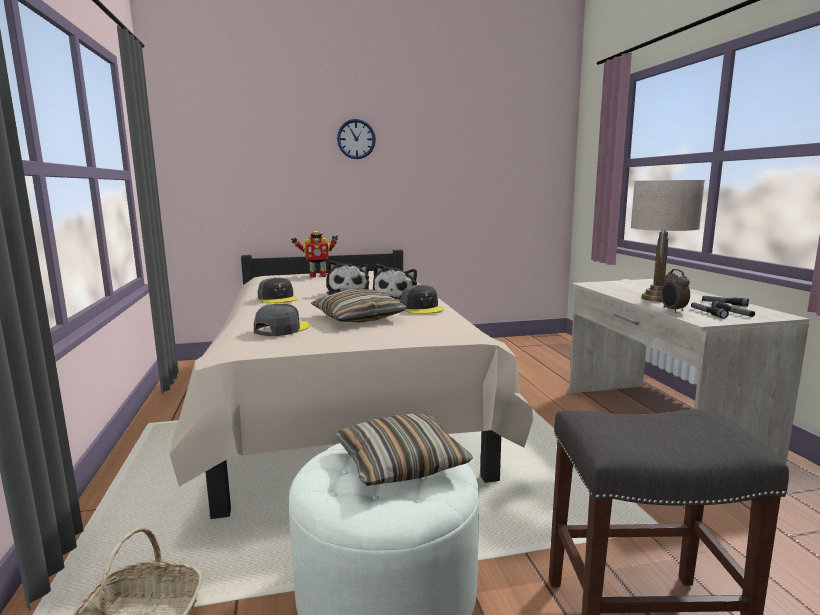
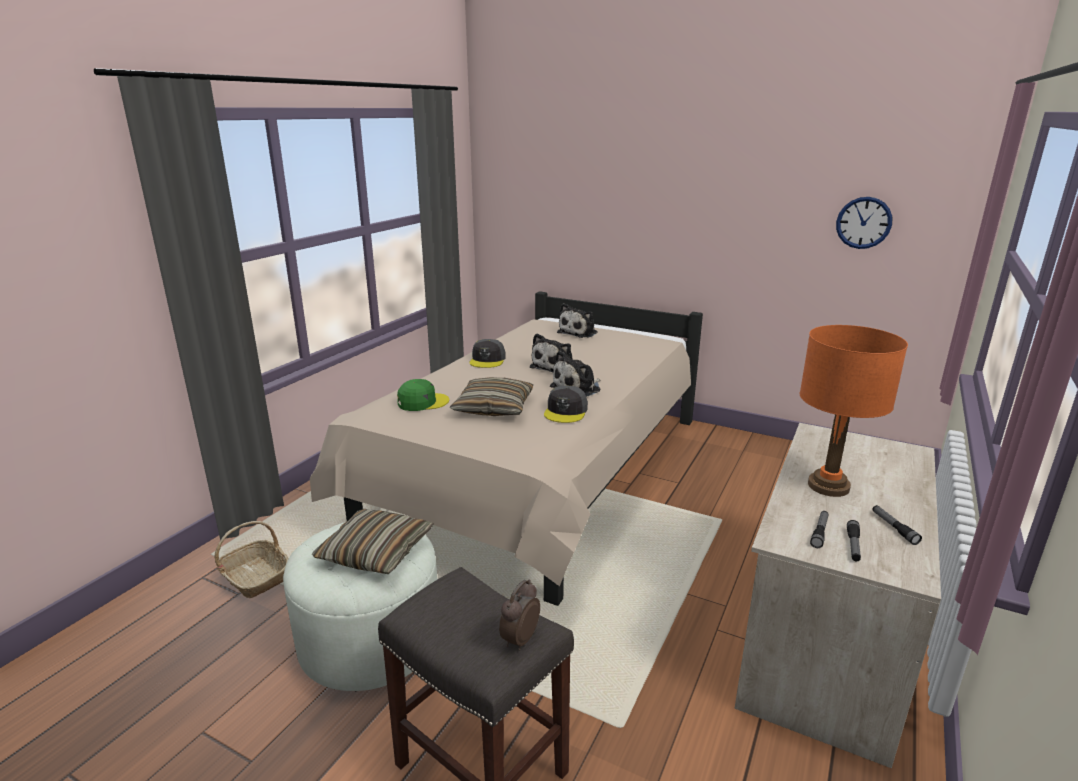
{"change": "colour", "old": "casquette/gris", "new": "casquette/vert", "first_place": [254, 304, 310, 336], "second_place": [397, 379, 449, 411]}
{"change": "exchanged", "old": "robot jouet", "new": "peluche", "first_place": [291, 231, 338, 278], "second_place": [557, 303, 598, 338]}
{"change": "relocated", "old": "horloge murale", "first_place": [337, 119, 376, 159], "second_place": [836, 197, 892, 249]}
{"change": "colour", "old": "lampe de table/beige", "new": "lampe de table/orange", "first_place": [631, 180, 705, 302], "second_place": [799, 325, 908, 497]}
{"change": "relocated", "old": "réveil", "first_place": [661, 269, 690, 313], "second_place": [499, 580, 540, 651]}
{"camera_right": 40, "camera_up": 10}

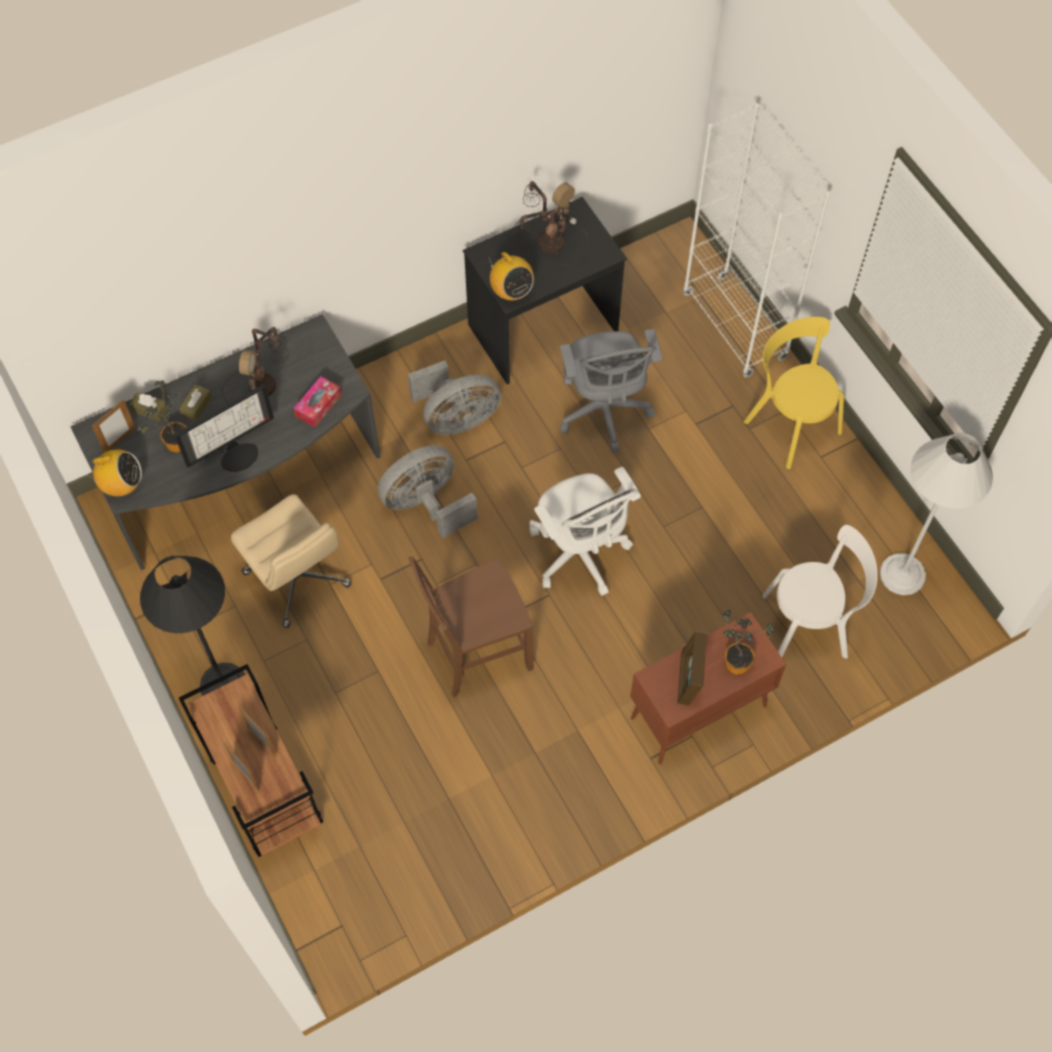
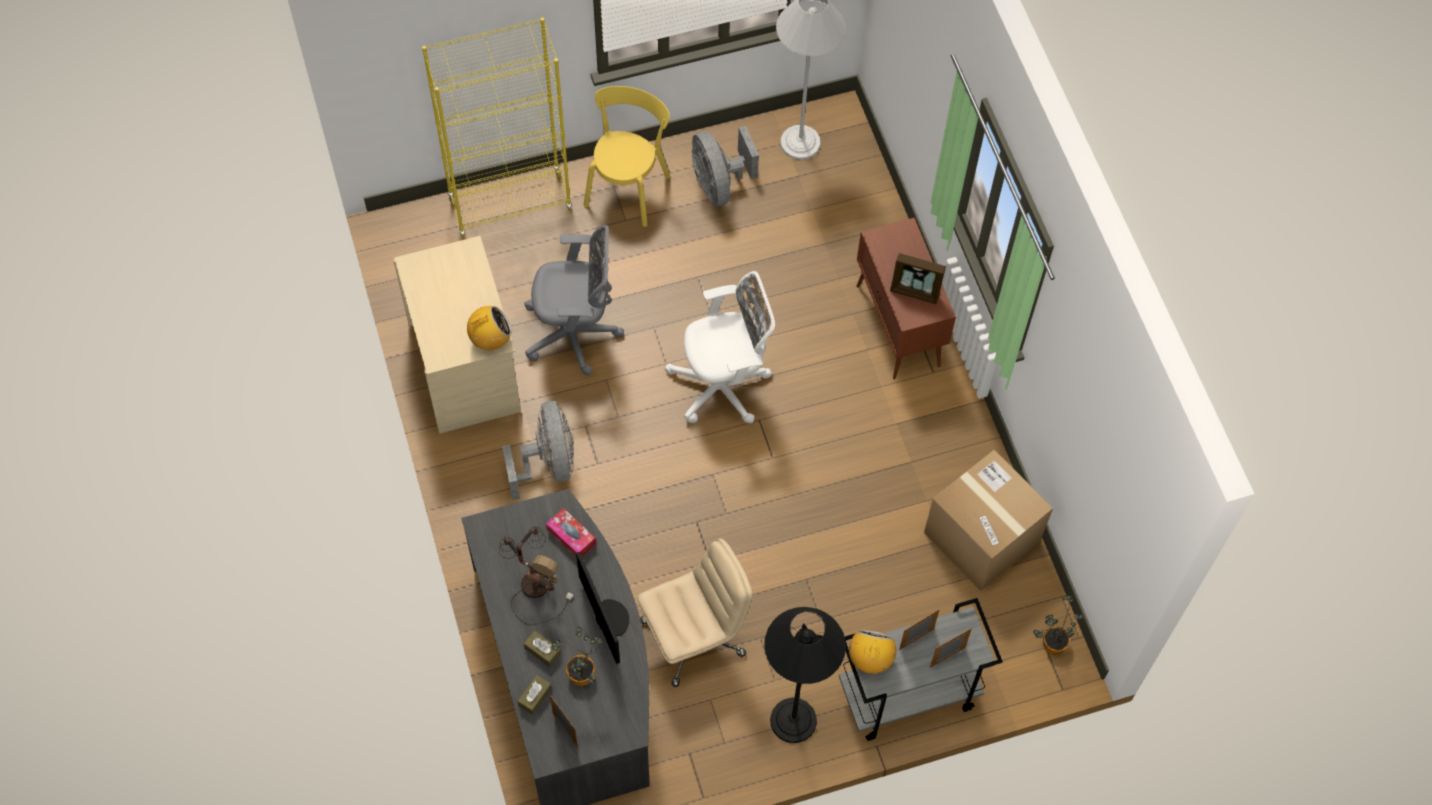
{"change": "relocated", "old": "radio", "first_place": [86, 449, 142, 496], "second_place": [849, 630, 896, 674]}
{"change": "colour", "old": "chariot/marron", "new": "chariot/gris", "first_place": [179, 664, 323, 857], "second_place": [839, 598, 1003, 741]}
{"change": "relocated", "old": "ventilateur/gris", "first_place": [378, 445, 478, 538], "second_place": [692, 126, 759, 206]}
{"change": "missing", "old": "chaise/marron", "first_place": [408, 557, 534, 697]}
{"change": "colour", "old": "bureau/noir", "new": "bureau/beige", "first_place": [463, 197, 627, 385], "second_place": [393, 236, 521, 434]}
{"change": "missing", "old": "lampe de table", "first_place": [514, 181, 589, 266]}
{"change": "colour", "old": "bibliothèque/blanc", "new": "bibliothèque/jaune", "first_place": [683, 103, 830, 378], "second_place": [422, 17, 572, 237]}
{"change": "relocated", "old": "plante en pot", "first_place": [723, 610, 775, 675], "second_place": [1033, 595, 1084, 655]}
{"change": "spun", "old": "chaise/jaune", "first_place": [744, 317, 844, 469], "second_place": [584, 86, 670, 227], "degrees": 135}
{"change": "missing", "old": "chaise/blanc", "first_place": [763, 525, 878, 659]}
{"change": "appeared", "new": "carton", "second_place": [924, 450, 1053, 591]}
{"camera_right": -80, "camera_up": 0}

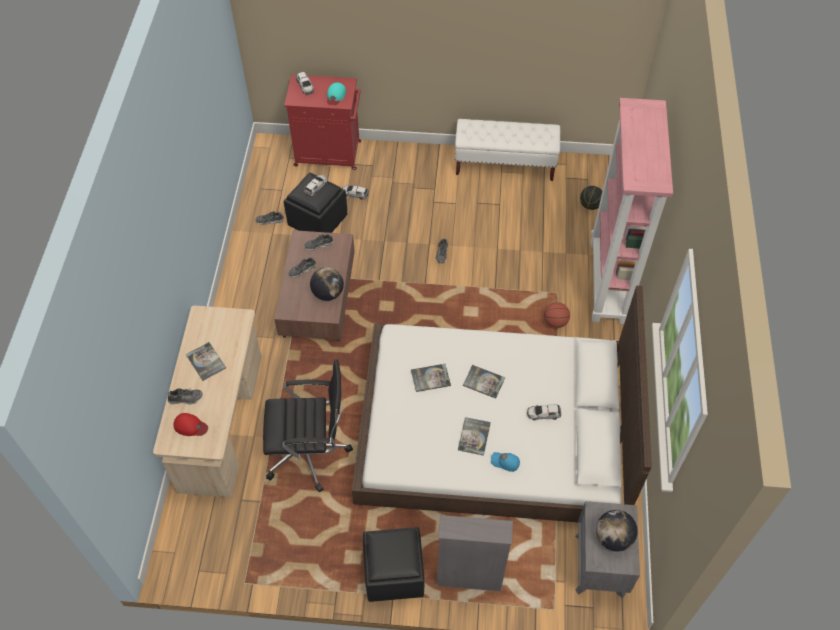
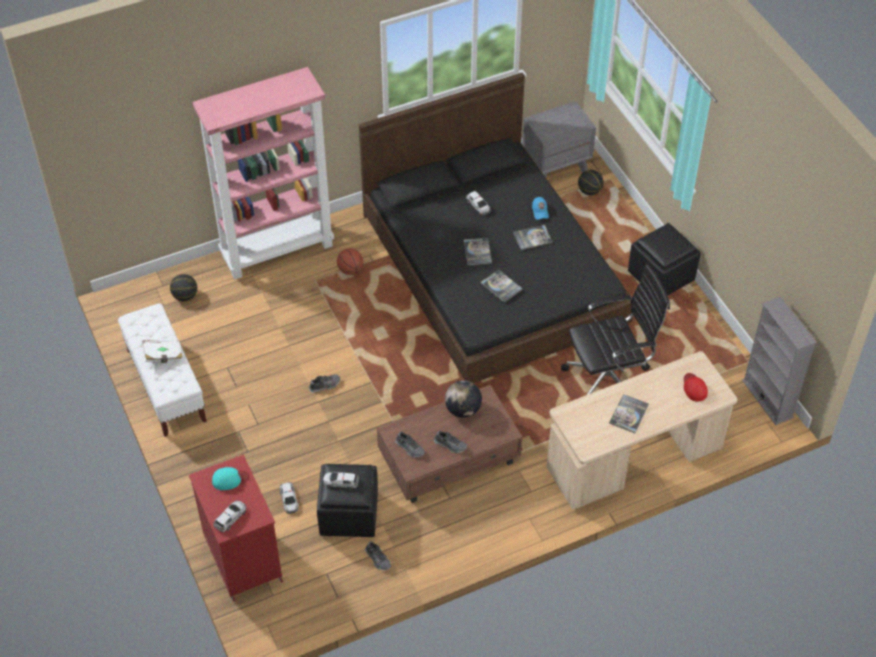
{"change": "missing", "old": "chaussure", "first_place": [168, 388, 203, 405]}
{"change": "spun", "old": "chaise de bureau/noir", "first_place": [263, 359, 353, 493], "second_place": [561, 264, 670, 395], "degrees": 105}
{"change": "colour", "old": "lit/blanc", "new": "lit/noir", "first_place": [352, 286, 652, 522], "second_place": [359, 72, 633, 383]}
{"change": "relocated", "old": "bibliothèque/gris", "first_place": [436, 515, 513, 592], "second_place": [742, 297, 817, 425]}
{"change": "missing", "old": "globe", "first_place": [596, 510, 638, 551]}
{"change": "appeared", "new": "livre/blanc", "second_place": [142, 340, 183, 363]}
{"change": "appeared", "new": "ballon de basket", "second_place": [578, 170, 604, 195]}
{"camera_right": -120, "camera_up": -5}

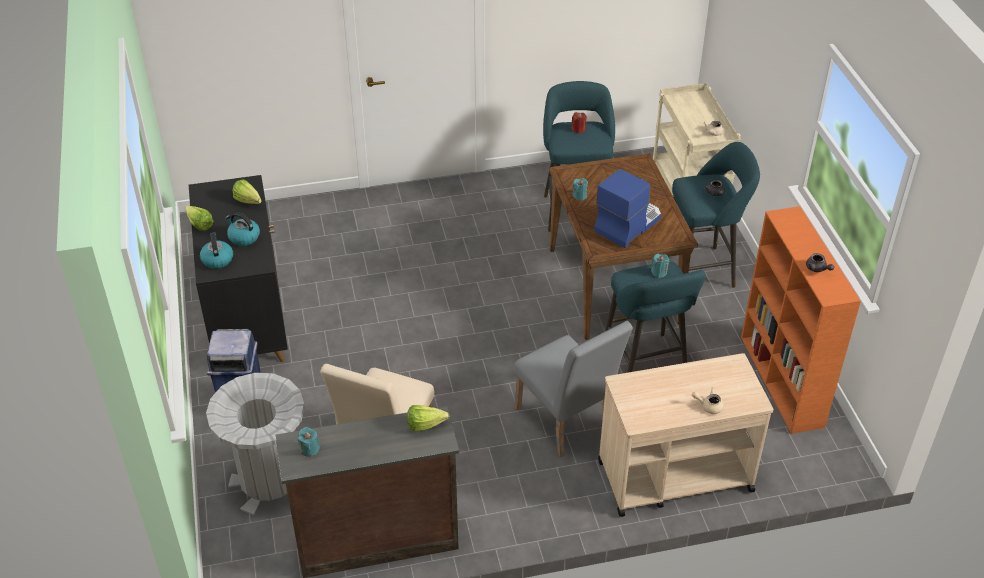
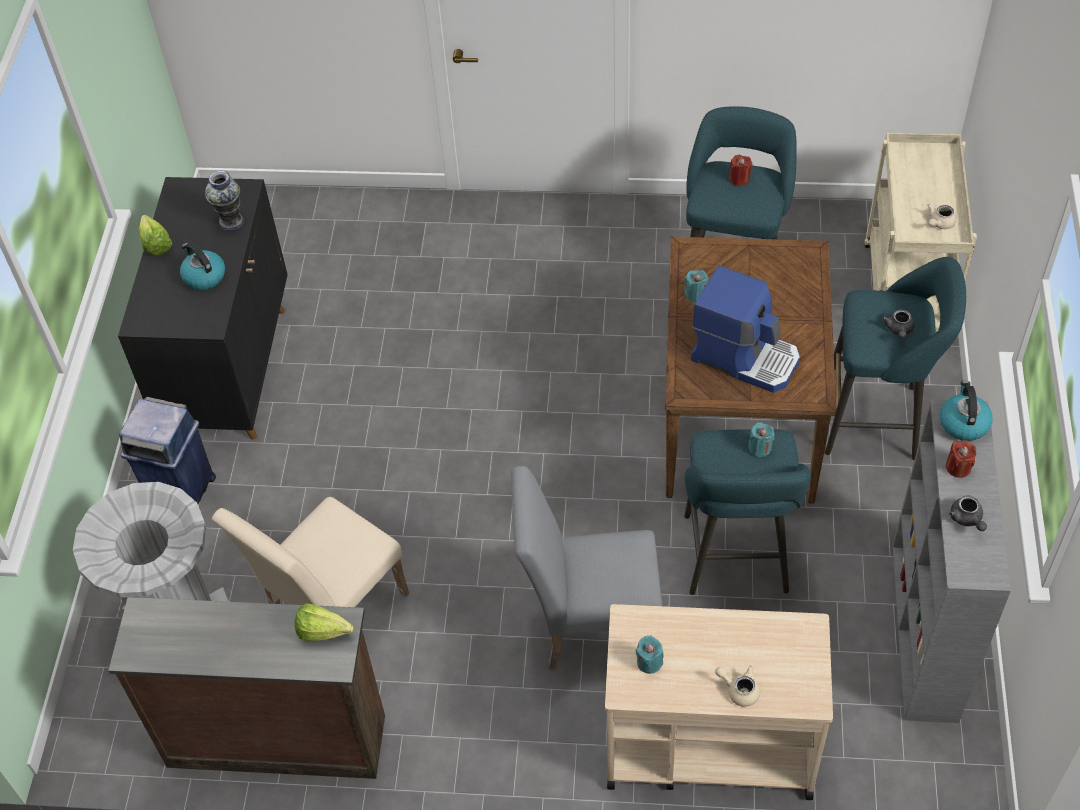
{"change": "relocated", "old": "bouilloire", "first_place": [200, 232, 233, 269], "second_place": [940, 380, 993, 441]}
{"change": "exchanged", "old": "laitue", "new": "vase", "first_place": [233, 179, 262, 204], "second_place": [205, 171, 244, 231]}
{"change": "relocated", "old": "bougie/turquoise", "first_place": [298, 427, 320, 457], "second_place": [636, 635, 663, 674]}
{"change": "spun", "old": "chaise/gris", "first_place": [514, 321, 633, 457], "second_place": [511, 466, 662, 669], "degrees": 105}
{"change": "spun", "old": "machine à café", "first_place": [594, 169, 661, 248], "second_place": [691, 265, 800, 393], "degrees": 60}
{"change": "colour", "old": "bibliothèque/orange", "new": "bibliothèque/gris", "first_place": [741, 206, 861, 434], "second_place": [892, 399, 1011, 723]}
{"change": "appeared", "new": "bougie/rouge", "second_place": [946, 440, 976, 478]}
{"camera_right": 20, "camera_up": 10}

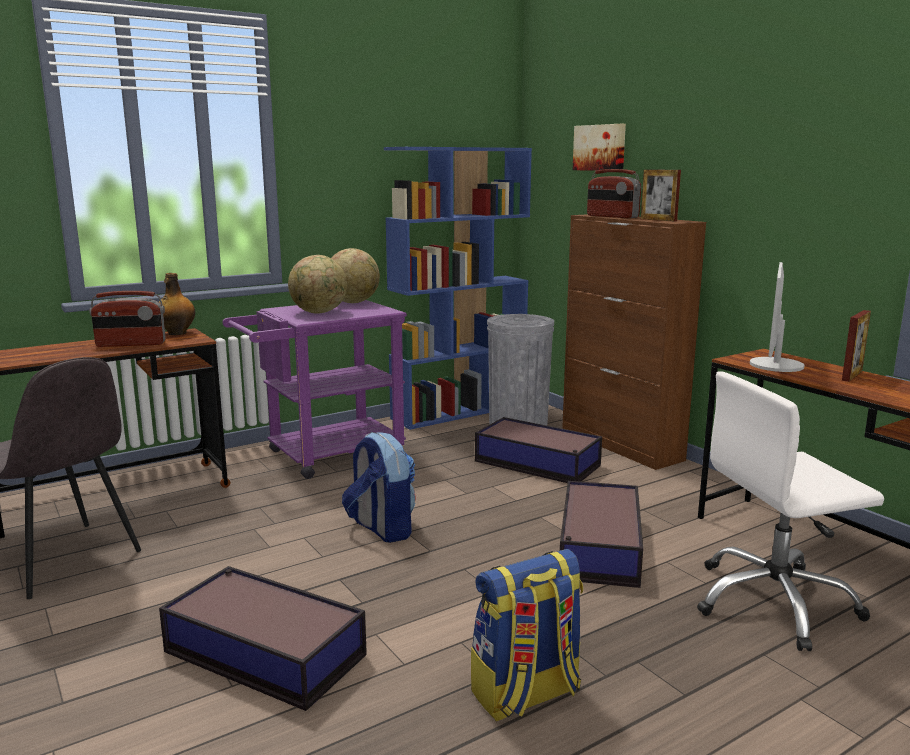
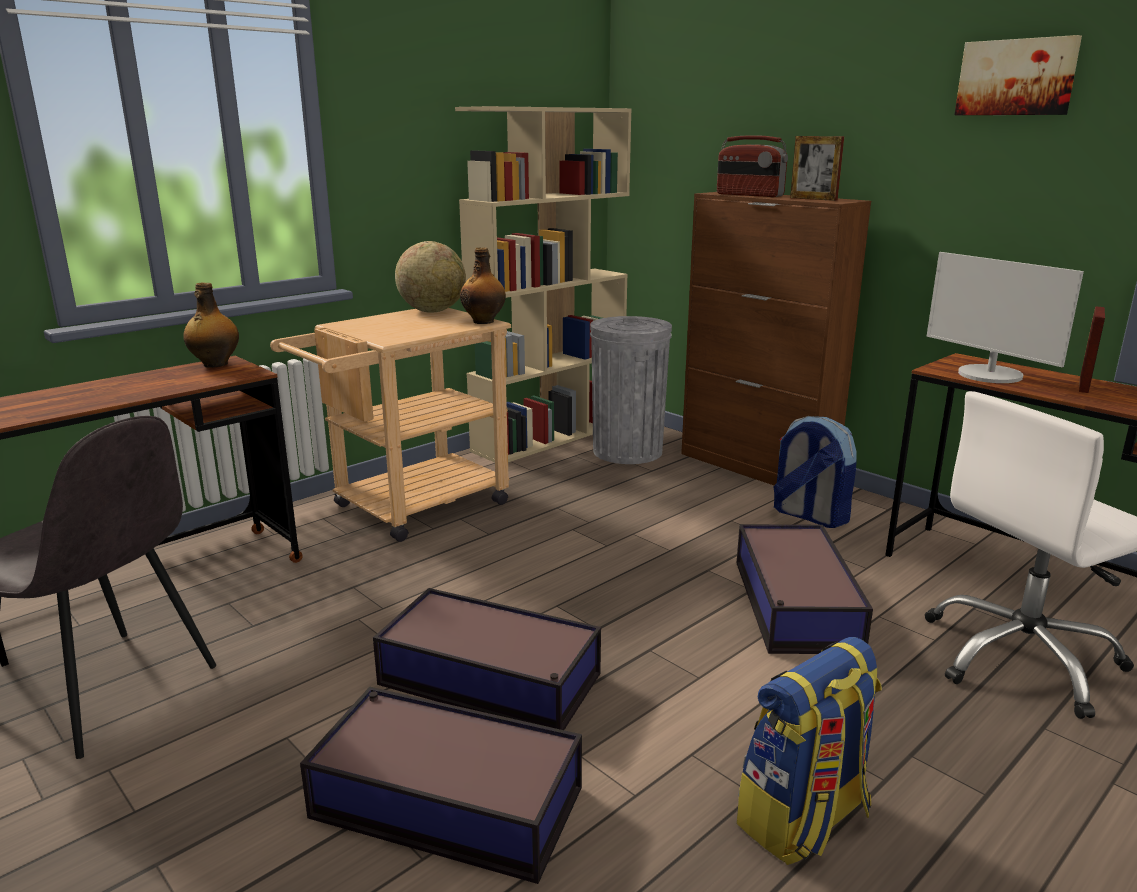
{"change": "missing", "old": "radio", "first_place": [89, 291, 166, 347]}
{"change": "colour", "old": "chariot/violet", "new": "chariot/beige", "first_place": [223, 300, 407, 479], "second_place": [270, 308, 511, 542]}
{"change": "missing", "old": "globe", "first_place": [288, 255, 347, 314]}
{"change": "relocated", "old": "sac à dos", "first_place": [342, 432, 416, 543], "second_place": [774, 416, 857, 528]}
{"change": "colour", "old": "bibliothèque/bleu", "new": "bibliothèque/beige", "first_place": [384, 147, 532, 430], "second_place": [455, 106, 632, 462]}
{"change": "relocated", "old": "boîte de rangement", "first_place": [475, 417, 602, 483], "second_place": [373, 588, 601, 730]}
{"change": "relocated", "old": "tableau", "first_place": [573, 124, 626, 171], "second_place": [955, 35, 1082, 115]}
{"change": "spun", "old": "écran d'ordinateur", "first_place": [750, 262, 804, 372], "second_place": [926, 252, 1084, 383], "degrees": -45}
{"change": "appeared", "new": "bouteille", "second_place": [460, 247, 506, 324]}
{"camera_right": -10, "camera_up": 5}

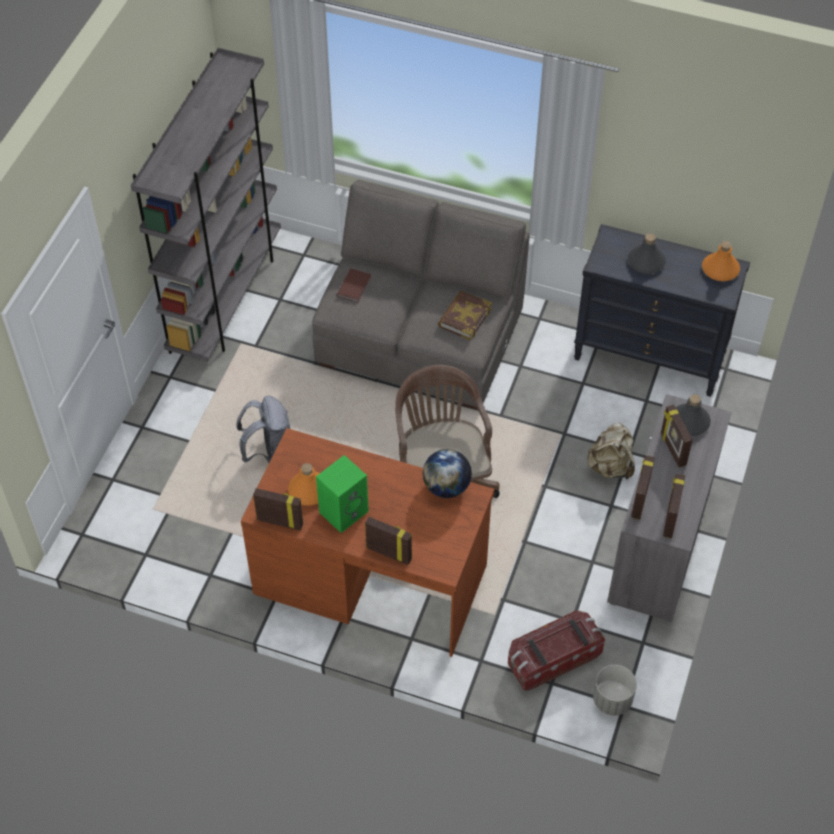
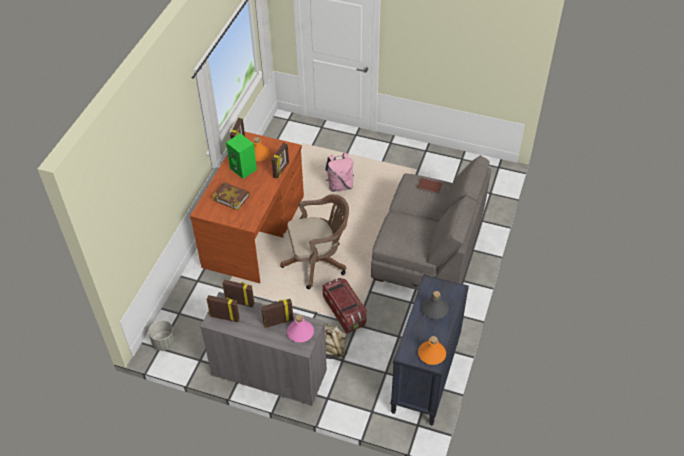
{"change": "missing", "old": "bibliothèque/gris", "first_place": [131, 48, 281, 362]}
{"change": "colour", "old": "sac à dos/gris", "new": "sac à dos/rose", "first_place": [236, 396, 290, 463], "second_place": [325, 153, 354, 192]}
{"change": "relocated", "old": "cadre photo", "first_place": [365, 517, 412, 565], "second_place": [271, 143, 289, 179]}
{"change": "missing", "old": "globe", "first_place": [423, 449, 472, 498]}
{"change": "relocated", "old": "livre", "first_place": [438, 291, 492, 341], "second_place": [212, 182, 250, 210]}
{"change": "relocated", "old": "boîte de rangement", "first_place": [508, 610, 605, 691], "second_place": [322, 278, 367, 333]}
{"change": "colour", "old": "bouteille/gris", "new": "bouteille/rose", "first_place": [676, 394, 711, 436], "second_place": [287, 314, 314, 343]}
{"camera_right": 90, "camera_up": -5}

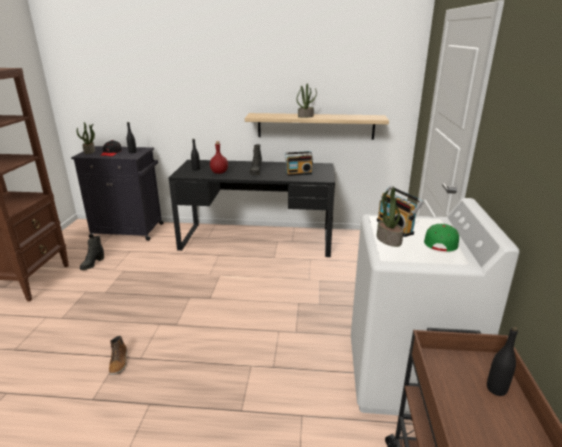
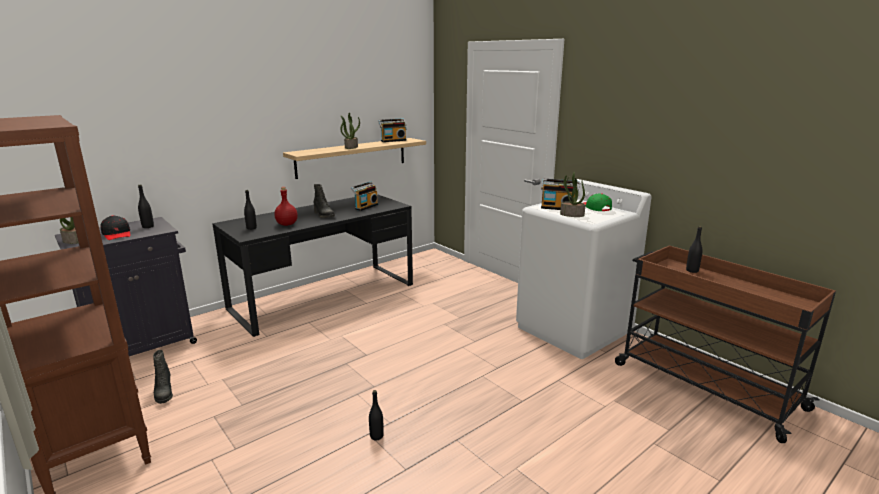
{"change": "exchanged", "old": "botte", "new": "bouteille/noir", "first_place": [109, 336, 127, 375], "second_place": [369, 390, 384, 440]}
{"change": "appeared", "new": "radio", "second_place": [378, 118, 406, 142]}
{"camera_right": -45, "camera_up": -5}

